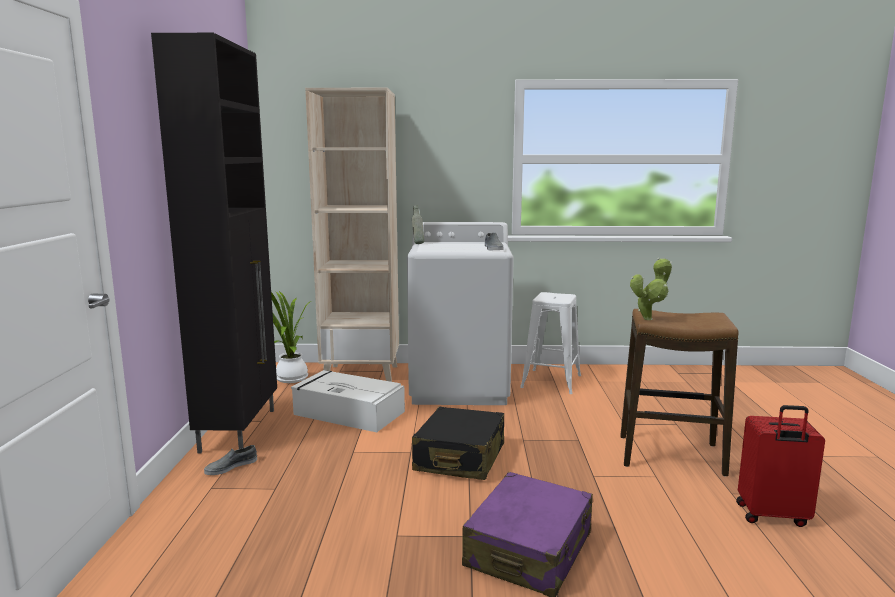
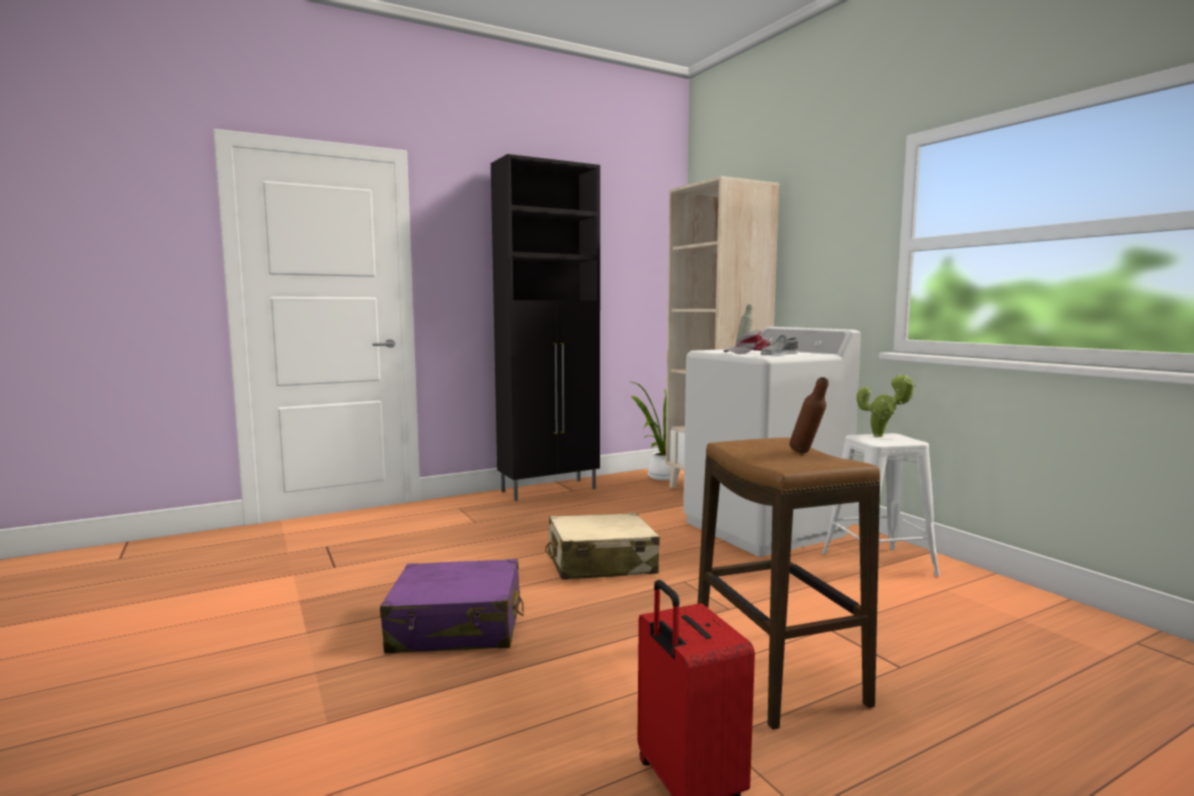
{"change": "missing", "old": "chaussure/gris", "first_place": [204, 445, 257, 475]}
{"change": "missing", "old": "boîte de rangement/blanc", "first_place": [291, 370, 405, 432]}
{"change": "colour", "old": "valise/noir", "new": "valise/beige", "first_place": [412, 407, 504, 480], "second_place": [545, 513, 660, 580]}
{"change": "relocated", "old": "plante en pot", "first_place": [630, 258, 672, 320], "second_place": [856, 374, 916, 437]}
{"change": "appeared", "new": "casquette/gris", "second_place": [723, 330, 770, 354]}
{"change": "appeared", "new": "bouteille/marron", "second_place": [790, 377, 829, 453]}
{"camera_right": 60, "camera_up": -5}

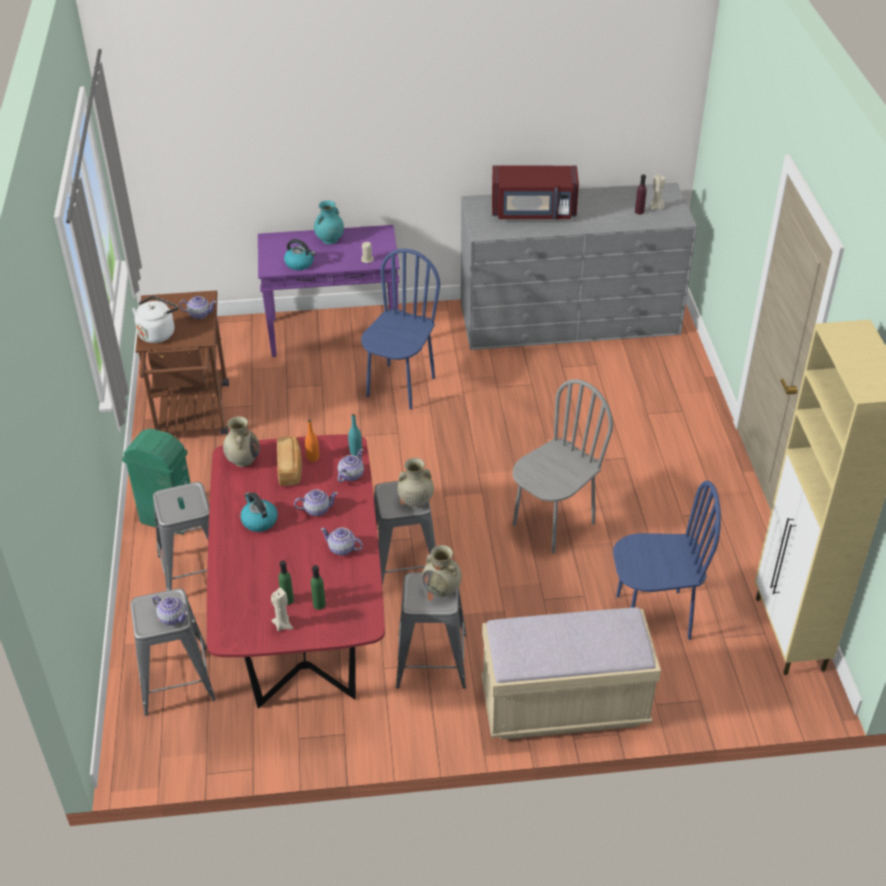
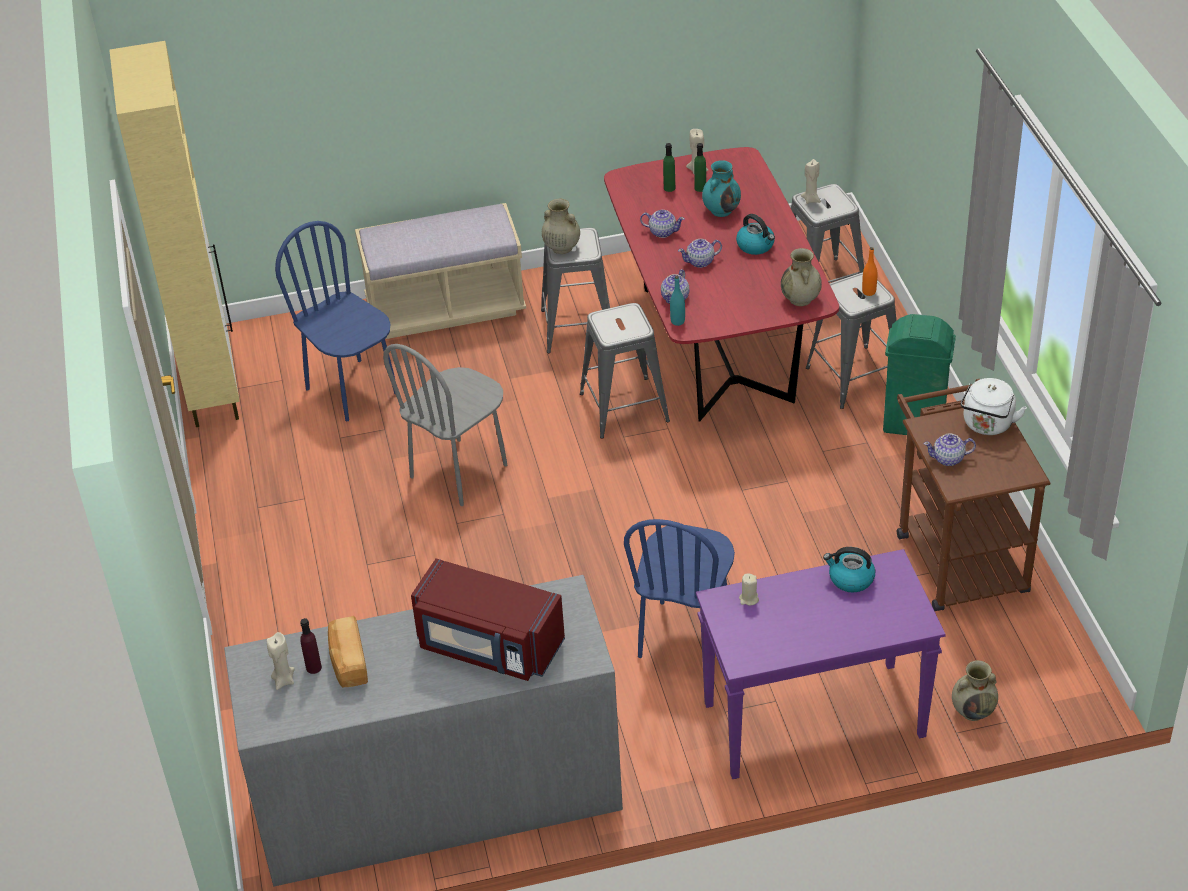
{"change": "exchanged", "old": "théière", "new": "bougie/beige", "first_place": [152, 595, 188, 625], "second_place": [801, 159, 821, 204]}
{"change": "relocated", "old": "pain", "first_place": [277, 437, 302, 486], "second_place": [328, 616, 368, 688]}
{"change": "relocated", "old": "bouteille/orange", "first_place": [305, 419, 319, 462], "second_place": [862, 247, 877, 296]}
{"change": "relocated", "old": "vase/turquoise", "first_place": [314, 200, 344, 244], "second_place": [702, 160, 741, 217]}
{"change": "relocated", "old": "vase/beige", "first_place": [397, 458, 434, 508], "second_place": [952, 660, 998, 721]}
{"change": "spun", "old": "micro-ondes/rouge", "first_place": [492, 165, 579, 219], "second_place": [411, 558, 565, 681], "degrees": -150}
{"change": "spun", "old": "chaise/bleu", "first_place": [613, 481, 721, 640], "second_place": [275, 221, 395, 421], "degrees": 60}
{"camera_right": 175, "camera_up": 0}

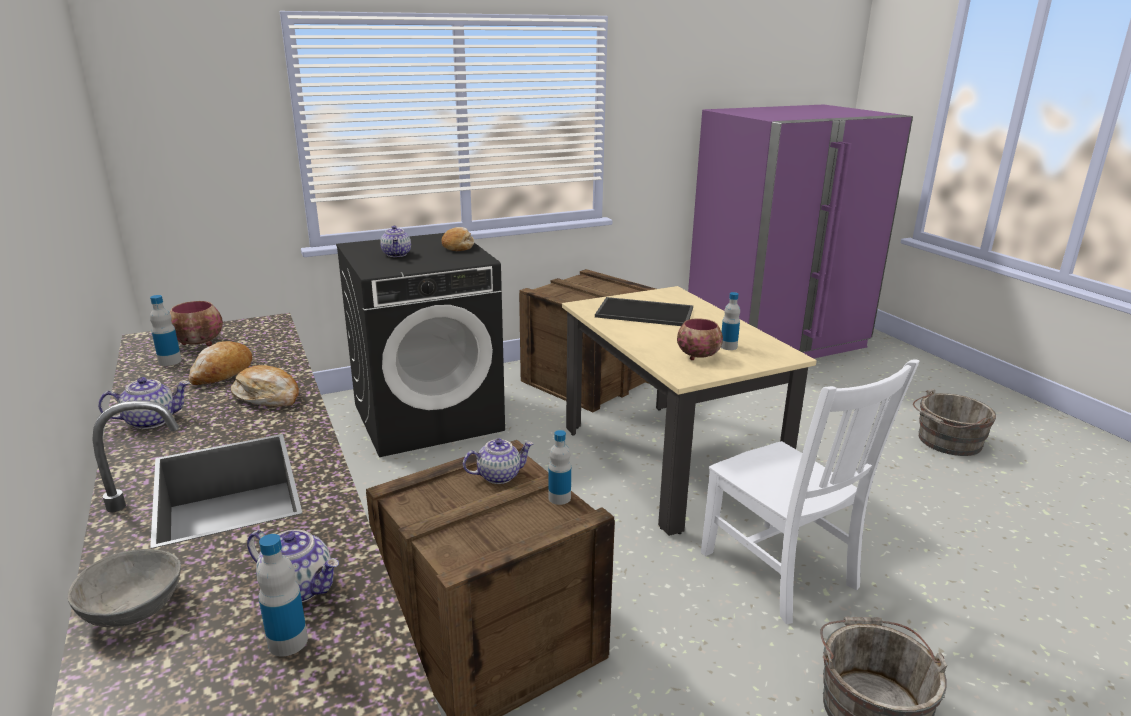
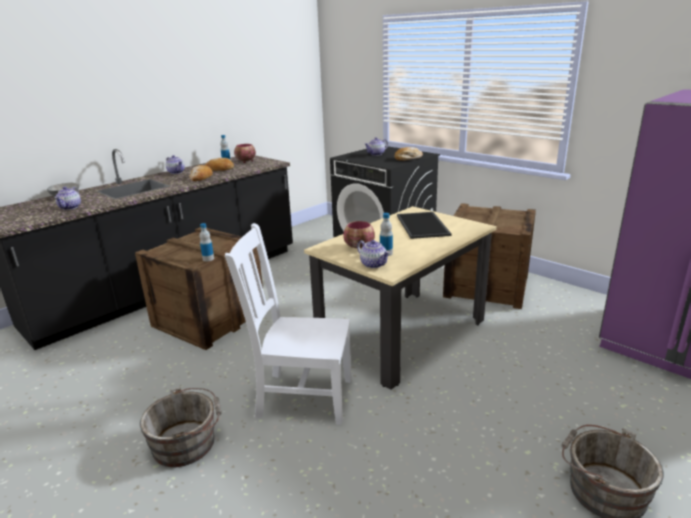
{"change": "missing", "old": "bouteille", "first_place": [257, 534, 308, 656]}
{"change": "relocated", "old": "théière", "first_place": [463, 438, 534, 484], "second_place": [357, 240, 390, 268]}
{"change": "spun", "old": "chaise/blanc", "first_place": [701, 360, 920, 624], "second_place": [225, 223, 351, 425], "degrees": 60}
{"camera_right": 70, "camera_up": 0}

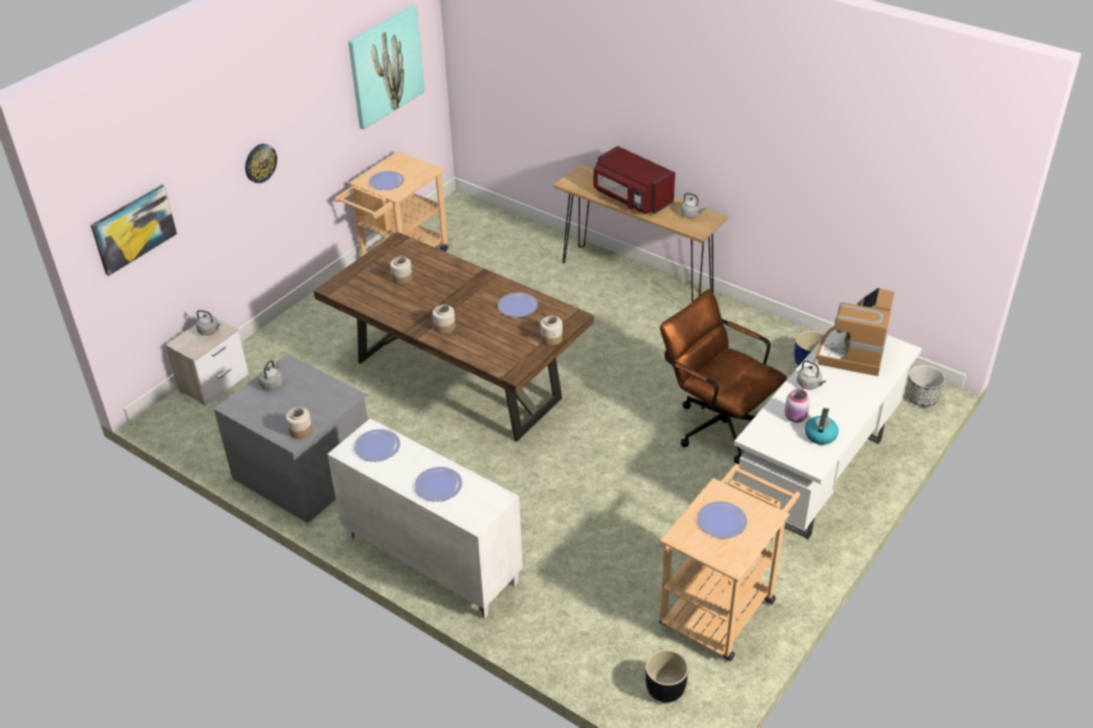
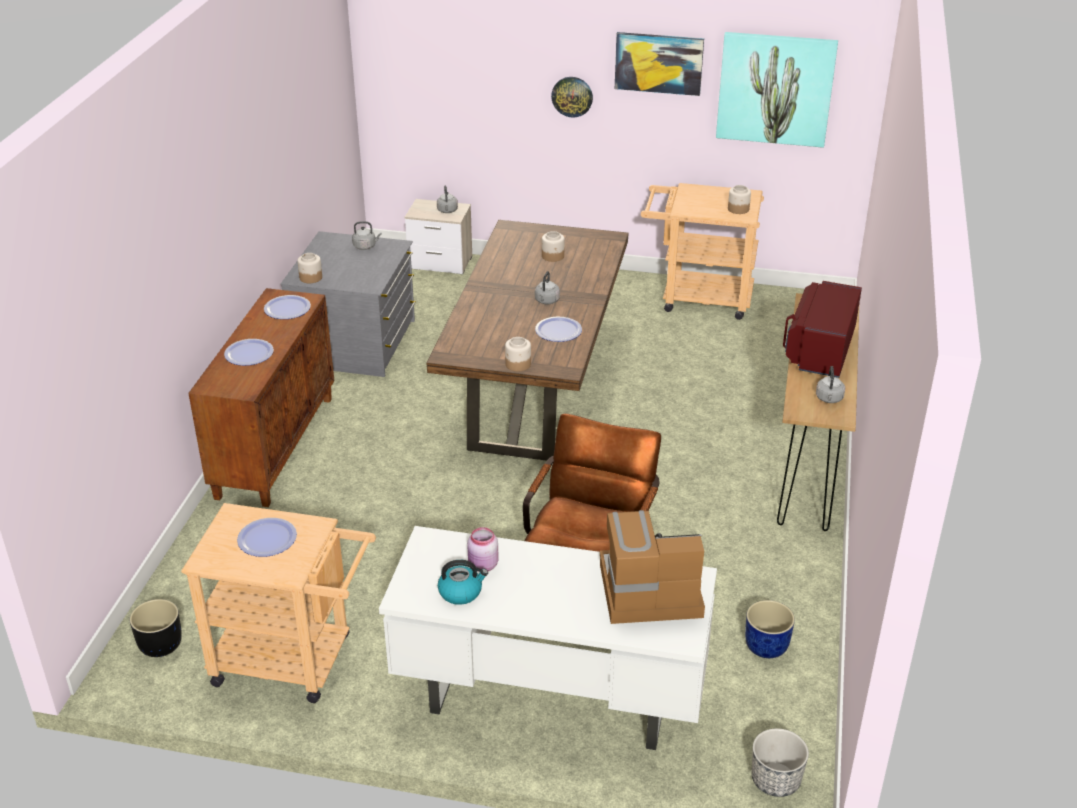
{"change": "relocated", "old": "tableau", "first_place": [91, 184, 177, 276], "second_place": [615, 32, 704, 96]}
{"change": "colour", "old": "meuble de rangement/blanc", "new": "meuble de rangement/marron", "first_place": [327, 418, 523, 619], "second_place": [188, 288, 334, 507]}
{"change": "missing", "old": "assiette", "first_place": [368, 171, 404, 190]}
{"change": "relocated", "old": "bocal", "first_place": [433, 305, 455, 334], "second_place": [728, 185, 751, 214]}
{"change": "relocated", "old": "bouilloire/gris", "first_place": [797, 360, 827, 390], "second_place": [535, 271, 560, 305]}
{"camera_right": 65, "camera_up": -5}

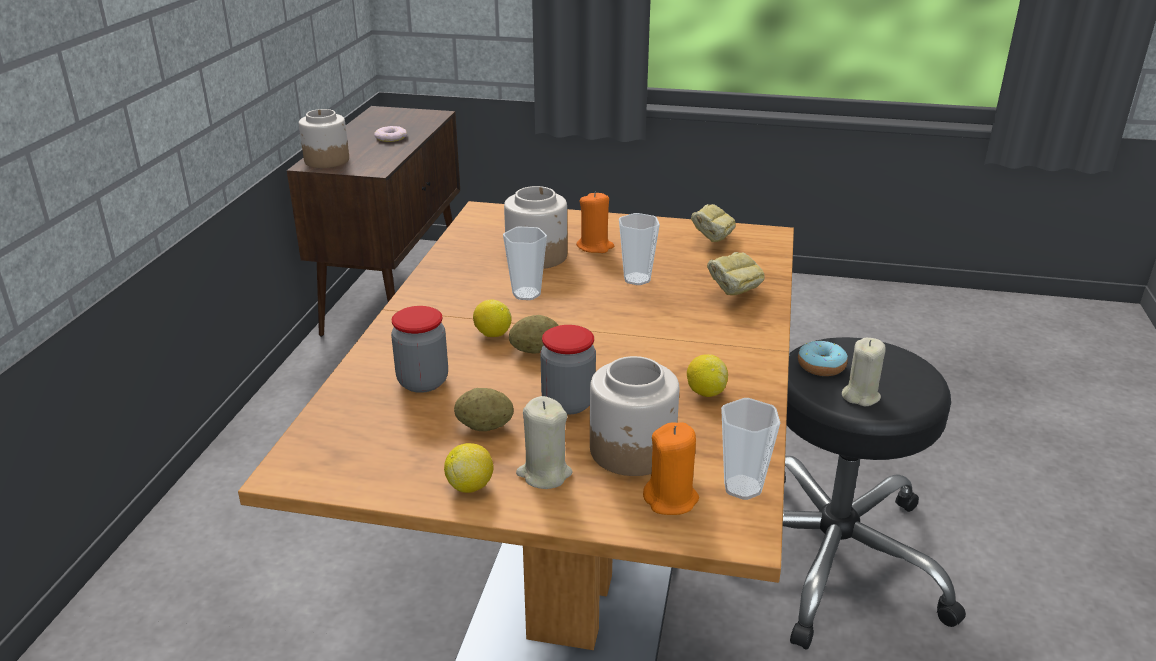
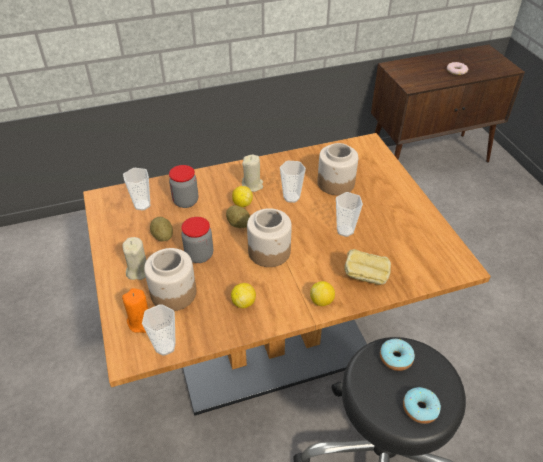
{"change": "relocated", "old": "bocal", "first_place": [299, 109, 349, 168], "second_place": [247, 208, 292, 267]}
{"change": "relocated", "old": "citron", "first_place": [444, 443, 493, 493], "second_place": [310, 281, 335, 306]}
{"change": "missing", "old": "bougie/orange", "first_place": [576, 192, 614, 253]}
{"change": "missing", "old": "pain", "first_place": [691, 204, 736, 242]}
{"change": "relocated", "old": "bougie/beige", "first_place": [842, 338, 886, 406], "second_place": [242, 155, 263, 192]}
{"change": "appeared", "new": "tasse", "second_place": [123, 168, 151, 211]}
{"change": "appeared", "new": "beignet", "second_place": [403, 387, 441, 424]}
{"camera_right": 60, "camera_up": 15}

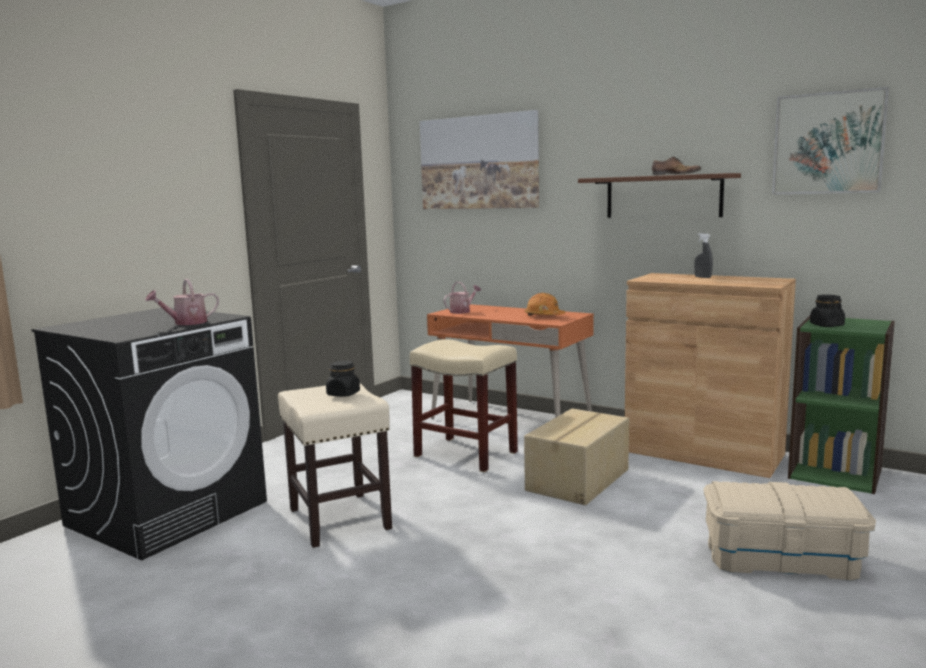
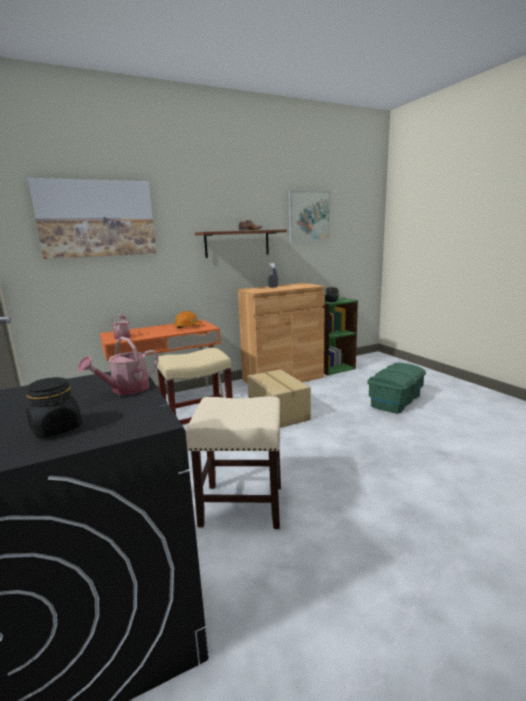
{"change": "spun", "old": "arrosoir", "first_place": [145, 279, 219, 325], "second_place": [77, 337, 159, 395], "degrees": 45}
{"change": "relocated", "old": "bocal/noir", "first_place": [326, 360, 360, 397], "second_place": [26, 377, 82, 438]}
{"change": "colour", "old": "boîte de rangement/beige", "new": "boîte de rangement/vert", "first_place": [704, 481, 876, 581], "second_place": [367, 363, 426, 414]}
{"camera_right": -60, "camera_up": 5}

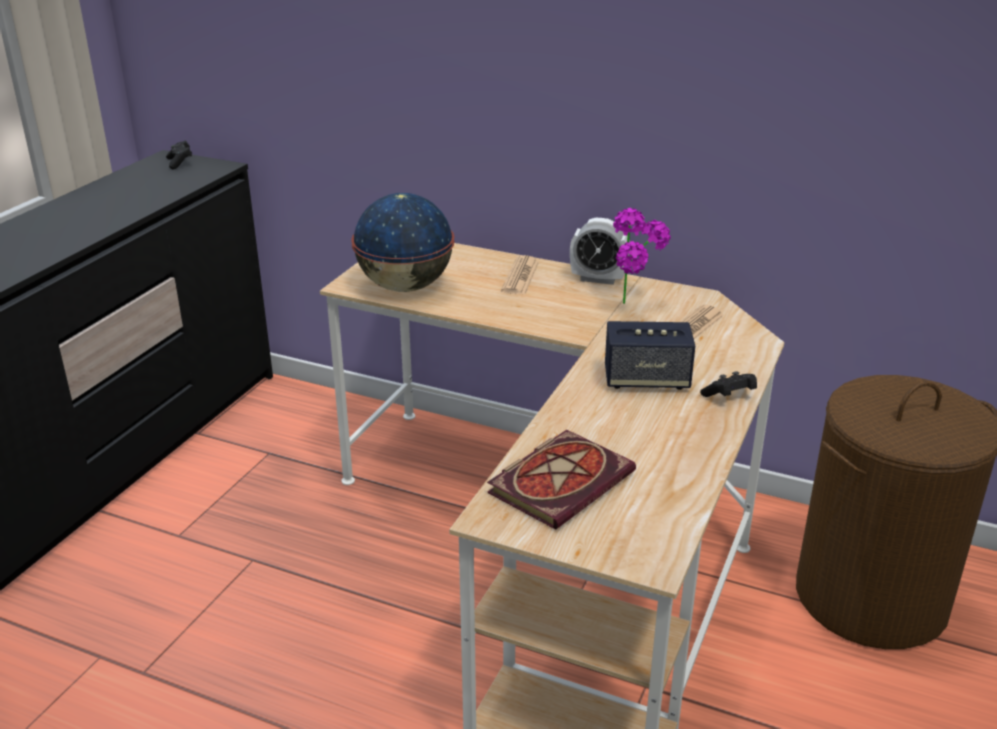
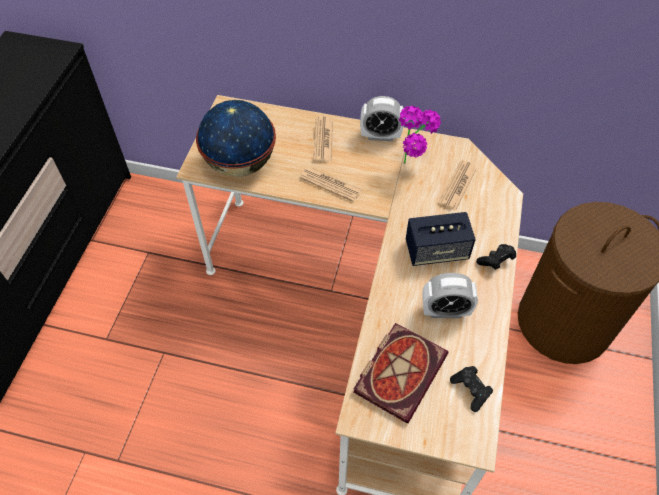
{"change": "relocated", "old": "manette/noir", "first_place": [166, 141, 192, 169], "second_place": [450, 366, 493, 412]}
{"change": "appeared", "new": "journal", "second_place": [299, 167, 362, 202]}
{"change": "appeared", "new": "réveil", "second_place": [422, 273, 478, 318]}
{"camera_right": -10, "camera_up": 25}

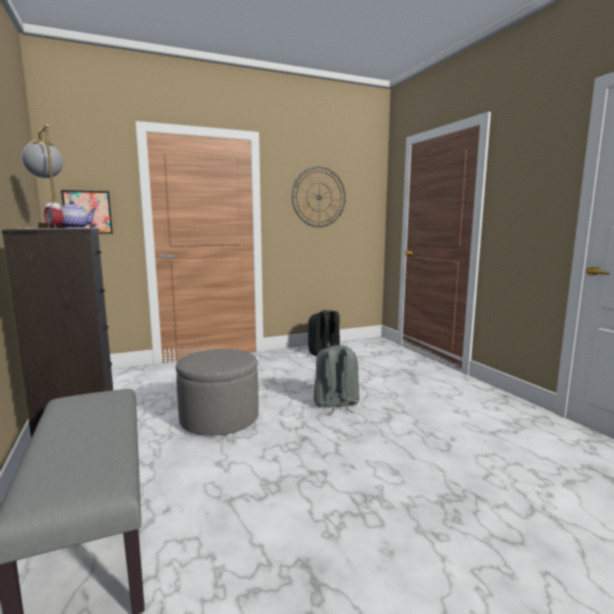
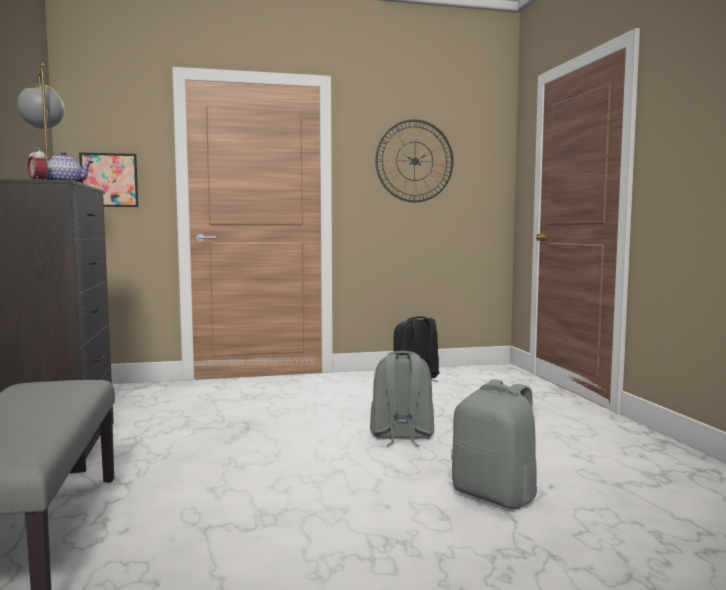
{"change": "missing", "old": "pouf/gris", "first_place": [176, 349, 259, 436]}
{"change": "appeared", "new": "sac à dos/gris", "second_place": [451, 379, 537, 509]}
{"camera_right": 10, "camera_up": -5}

